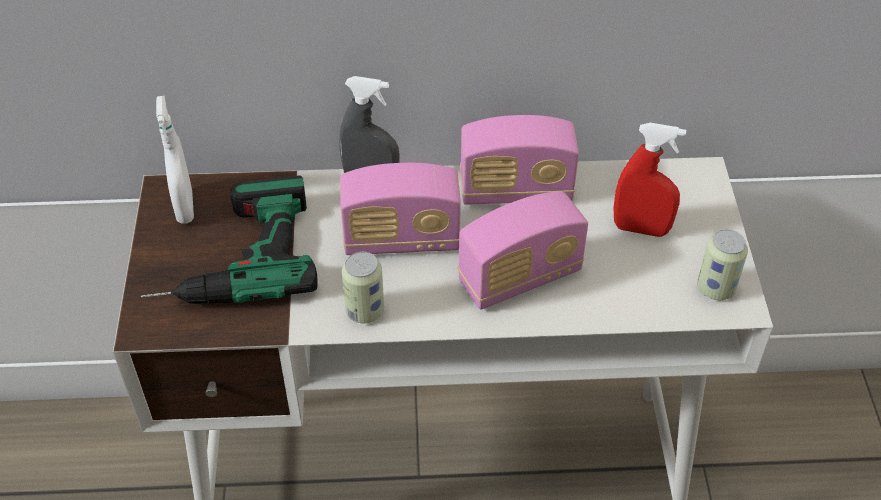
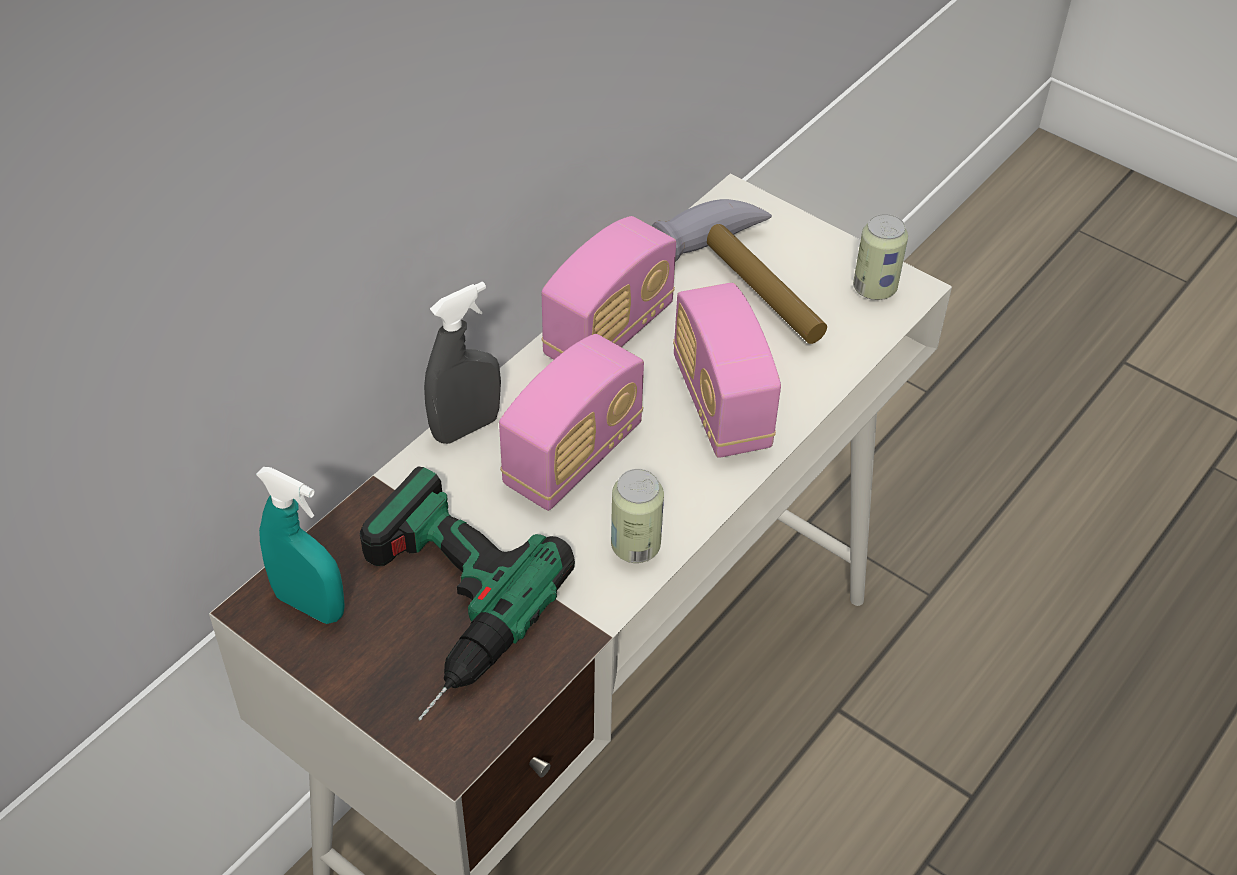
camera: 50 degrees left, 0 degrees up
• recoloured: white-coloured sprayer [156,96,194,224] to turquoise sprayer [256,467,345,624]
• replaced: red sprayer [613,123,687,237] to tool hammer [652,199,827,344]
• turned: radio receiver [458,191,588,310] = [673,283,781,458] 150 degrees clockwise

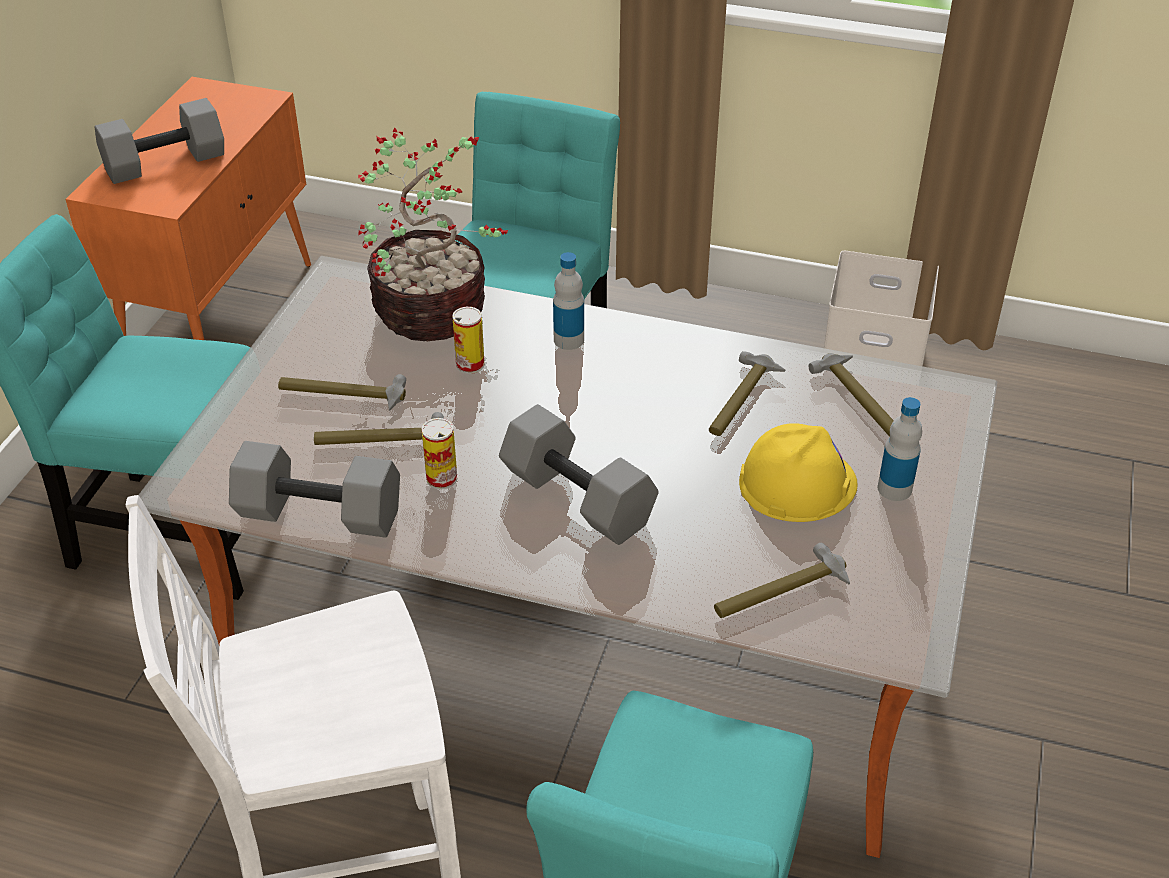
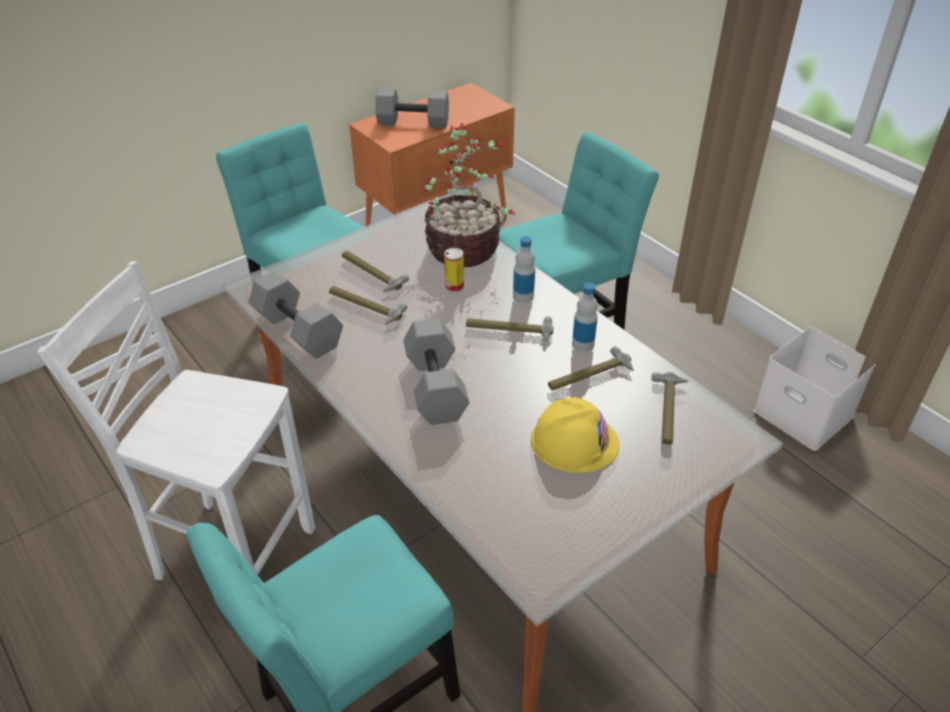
camera: 35 degrees right, 0 degrees up
• moved: tool hammer [714,543,850,618] to [466,316,554,341]
• moved: bottle [878,397,922,501] to [572,283,598,352]
• removed: can [421,418,457,490]

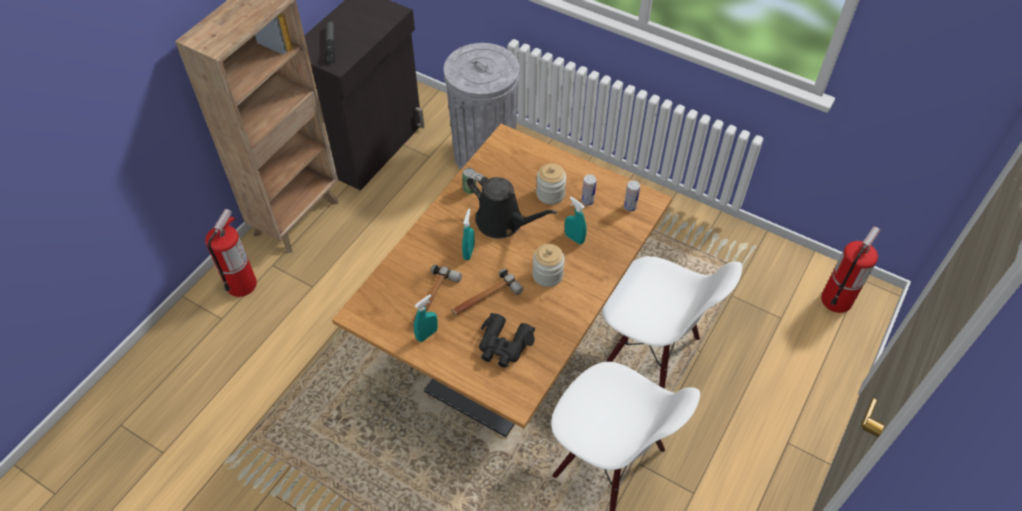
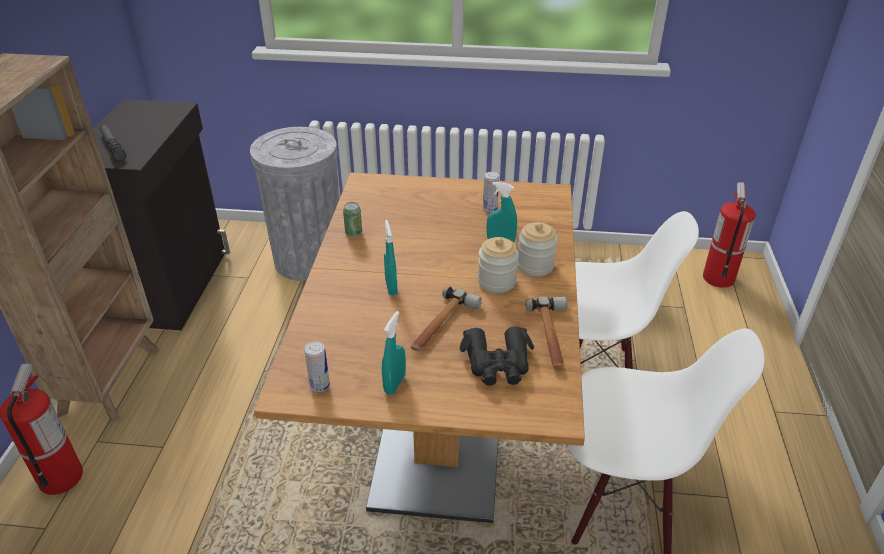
camera: 25 degrees left, 15 degrees down
• moved: can [624,180,640,211] to [304,341,330,392]
• moved: jar [536,163,566,205] to [517,222,558,277]
• moved: tool hammer [411,265,462,326] to [525,297,568,368]
• removed: black watering can [467,172,557,238]

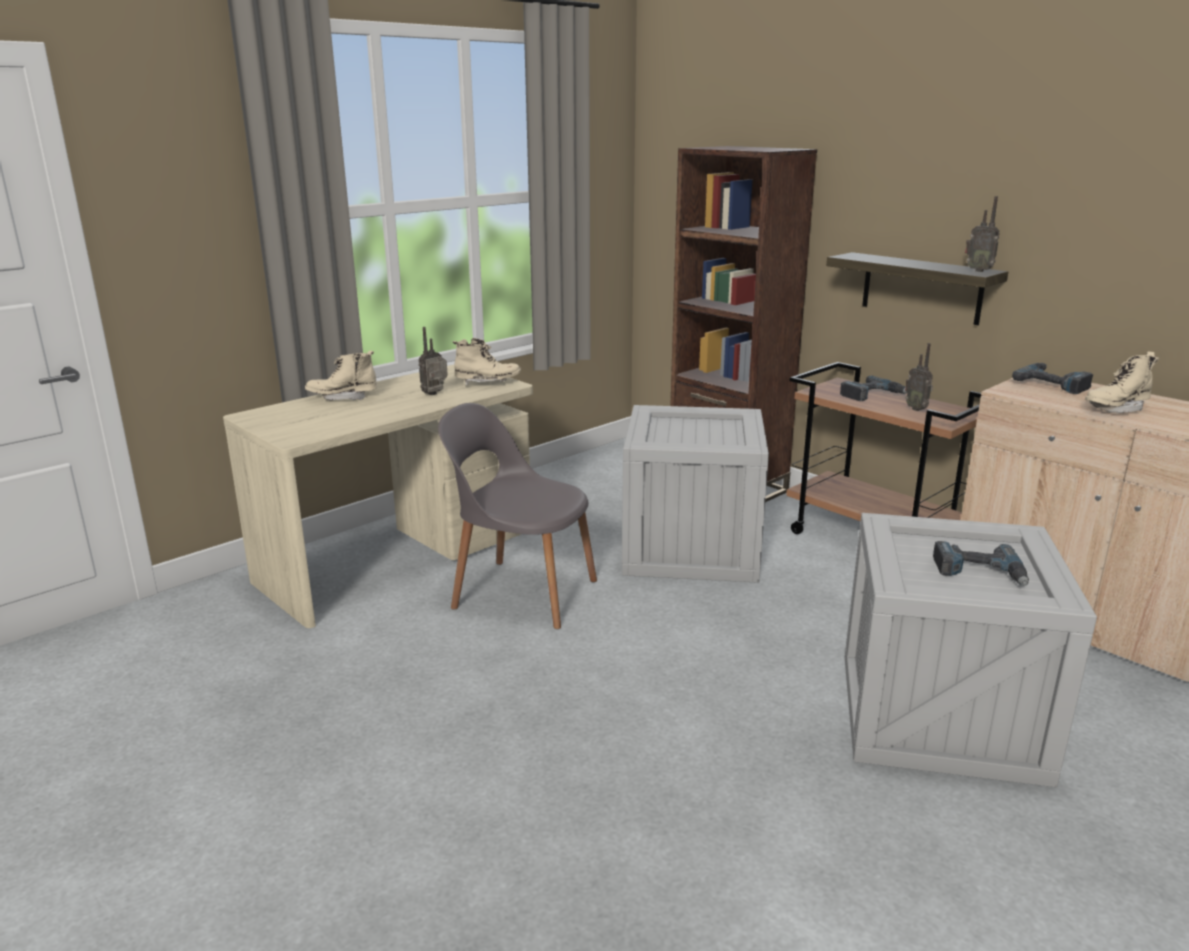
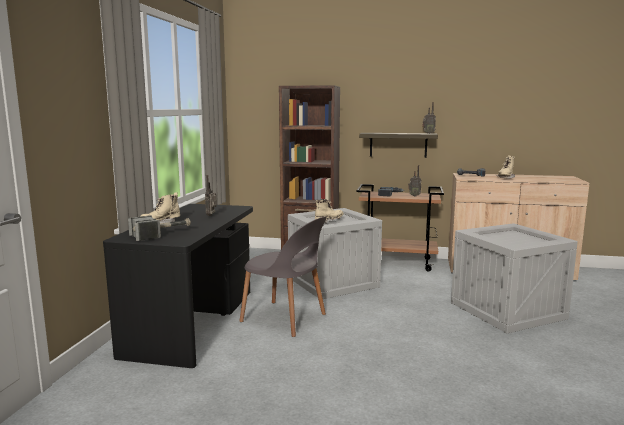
camera: 35 degrees left, 10 degrees down
• recoloured: sand-coloured desk [223,364,533,628] to black desk [103,204,253,368]
• added: tool hammer [128,215,191,241]
• turned: gray plain chair [438,403,597,629] = [239,217,327,337] 135 degrees counterclockwise
• moved: sand-coloured tall boot [453,338,521,386] to [315,199,343,223]
• removed: power drill [933,541,1029,586]

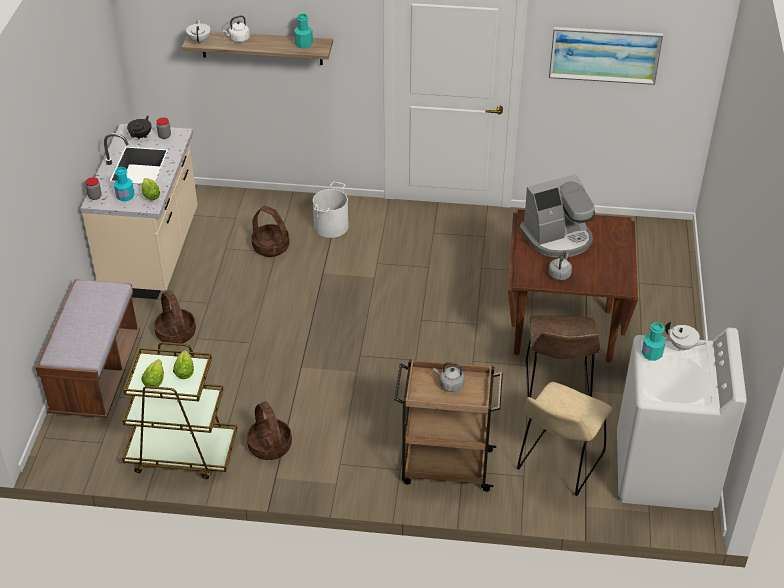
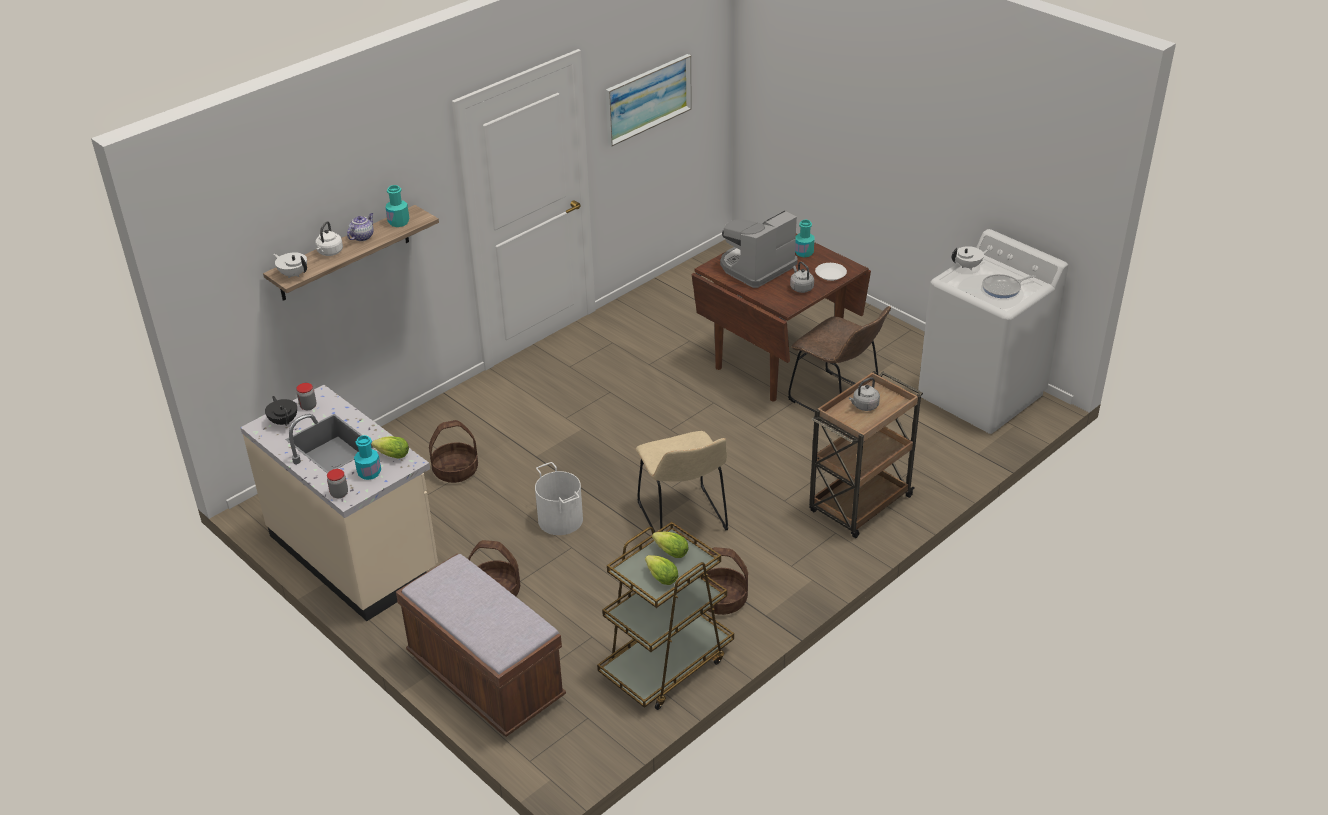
camera: 50 degrees left, 5 degrees down
• added: tea pot [347,213,374,241]
• moved: white-coloured pail [313,181,348,238] to [535,462,583,535]
• moved: sand-coloured plain chair [517,382,612,496] to [636,431,728,532]
• turned: coffee maker [519,174,596,258] = [720,210,798,288] 150 degrees counterclockwise
• moved: turquoise bottle [642,322,666,361] to [795,220,815,257]
• added: white-coloured flat dish [815,263,847,281]
• added: frying pan [982,274,1036,298]

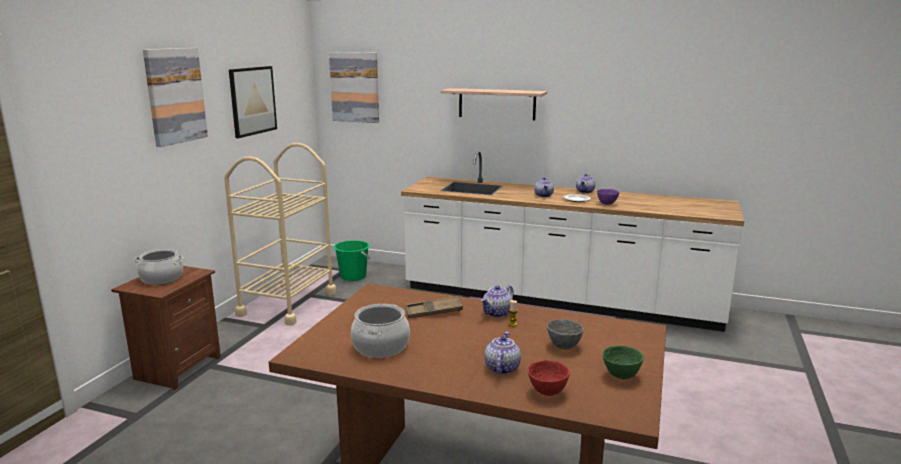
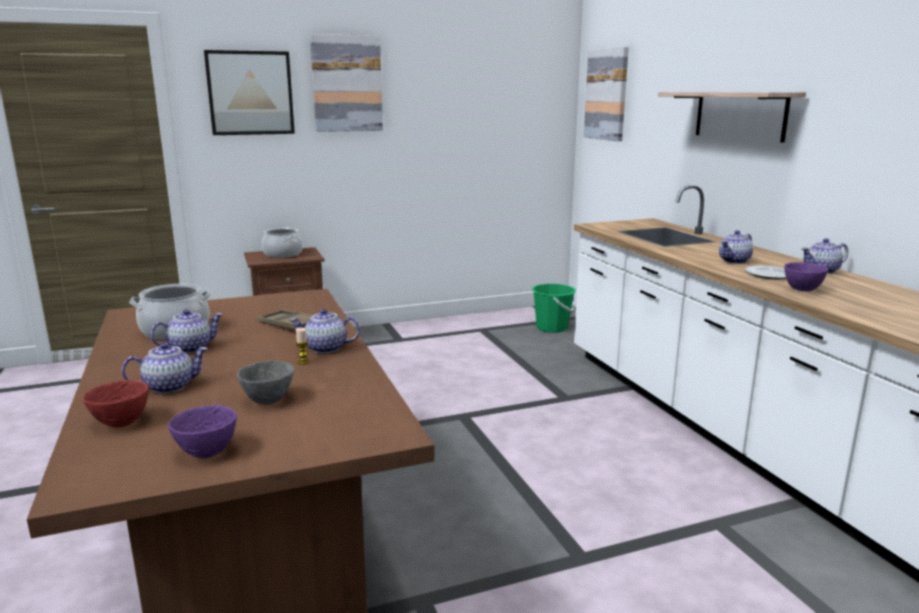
camera: 50 degrees right, 0 degrees up
• added: tea pot [151,309,223,354]
• recoloured: green-coloured deep dish [603,346,644,379] to purple-coloured deep dish [168,405,237,458]
• moved: wall picture [229,66,277,138] to [204,50,295,135]
• removed: sand-coloured cart [224,143,336,325]

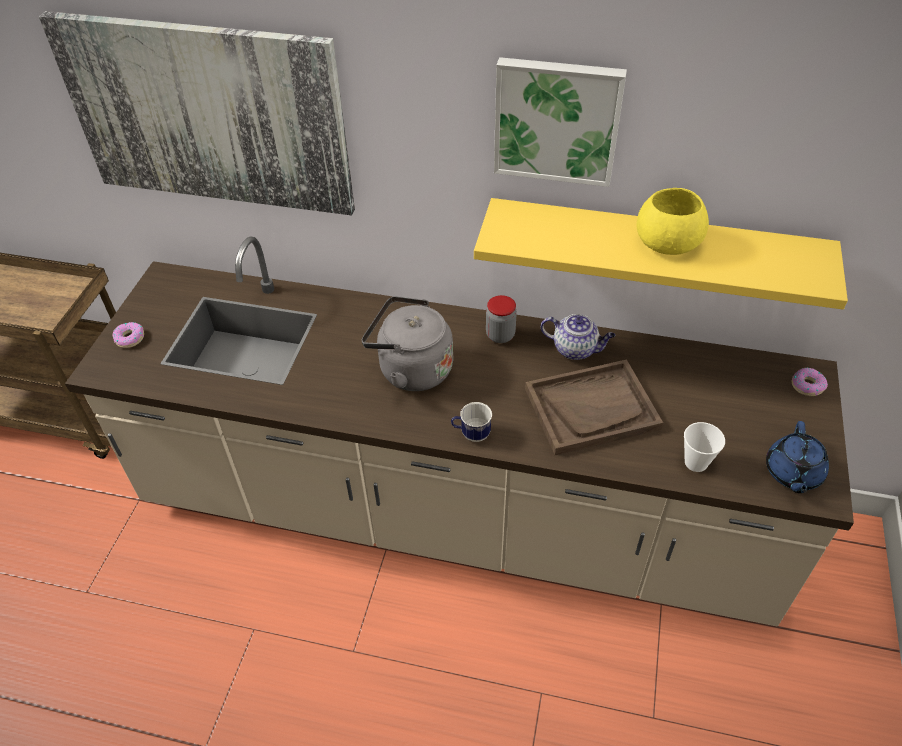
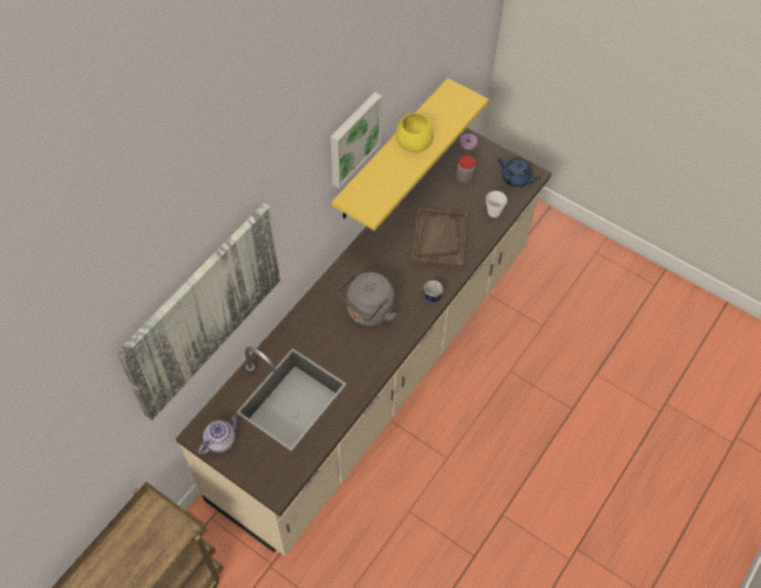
camera: 70 degrees left, 10 degrees up
• moved: tea pot [541,314,615,360] to [198,414,238,455]
• moved: jar [486,295,517,343] to [456,155,476,184]
• removed: donut [113,322,144,348]

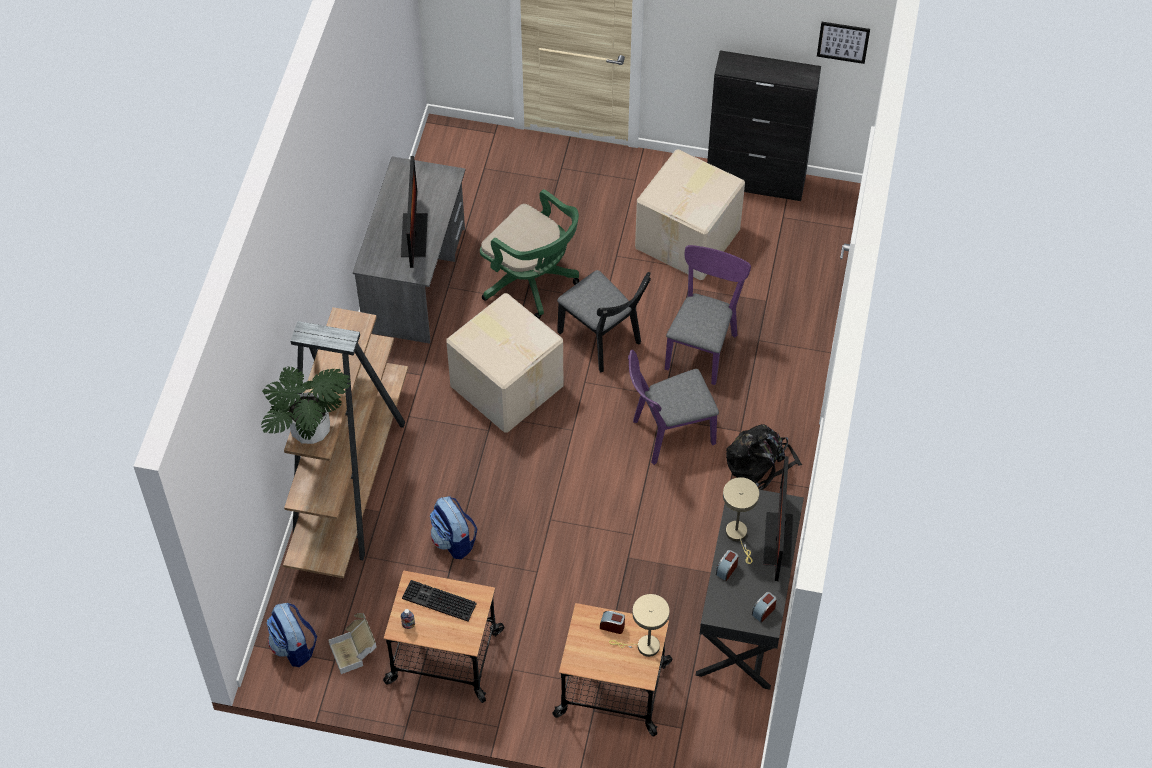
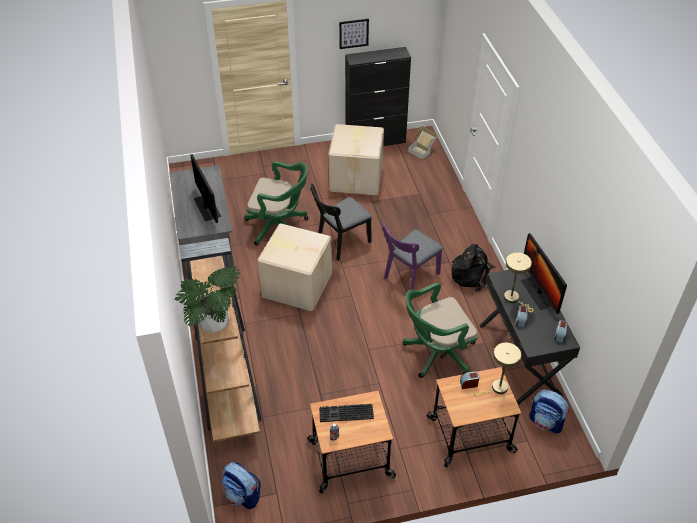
camera: 25 degrees left, 10 degrees down
• turned: black plain chair [557,270,651,372] = [310,184,372,261] 120 degrees clockwise
• moved: wall picture [817,22,870,64] to [339,19,369,49]
• added: green-coloured office chair [403,282,478,378]
• moved: carton [328,613,376,674] to [408,126,437,160]
• moved: backpack [430,496,478,559] to [529,389,570,434]
• removed: purple-coloured plain chair [665,245,751,385]

